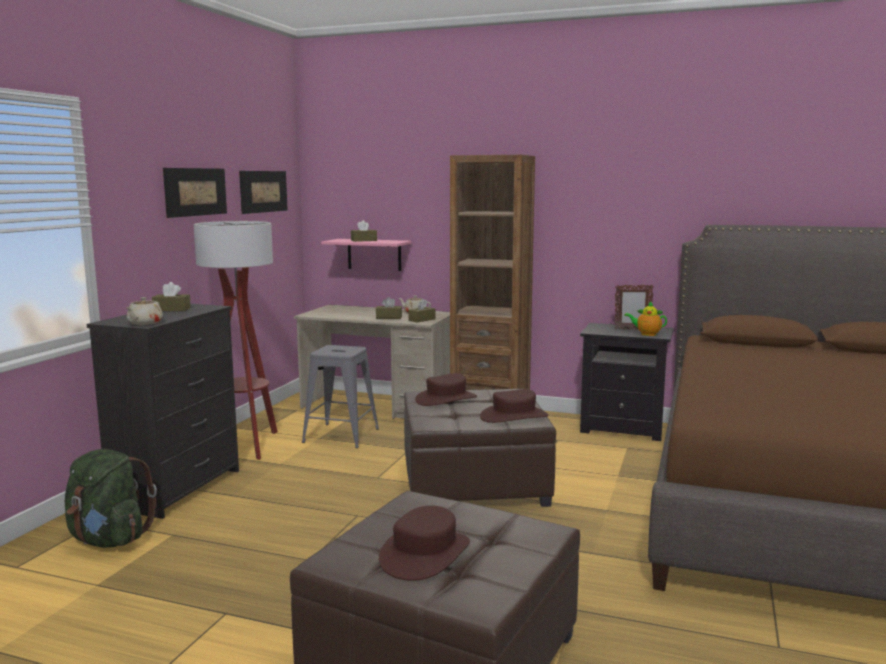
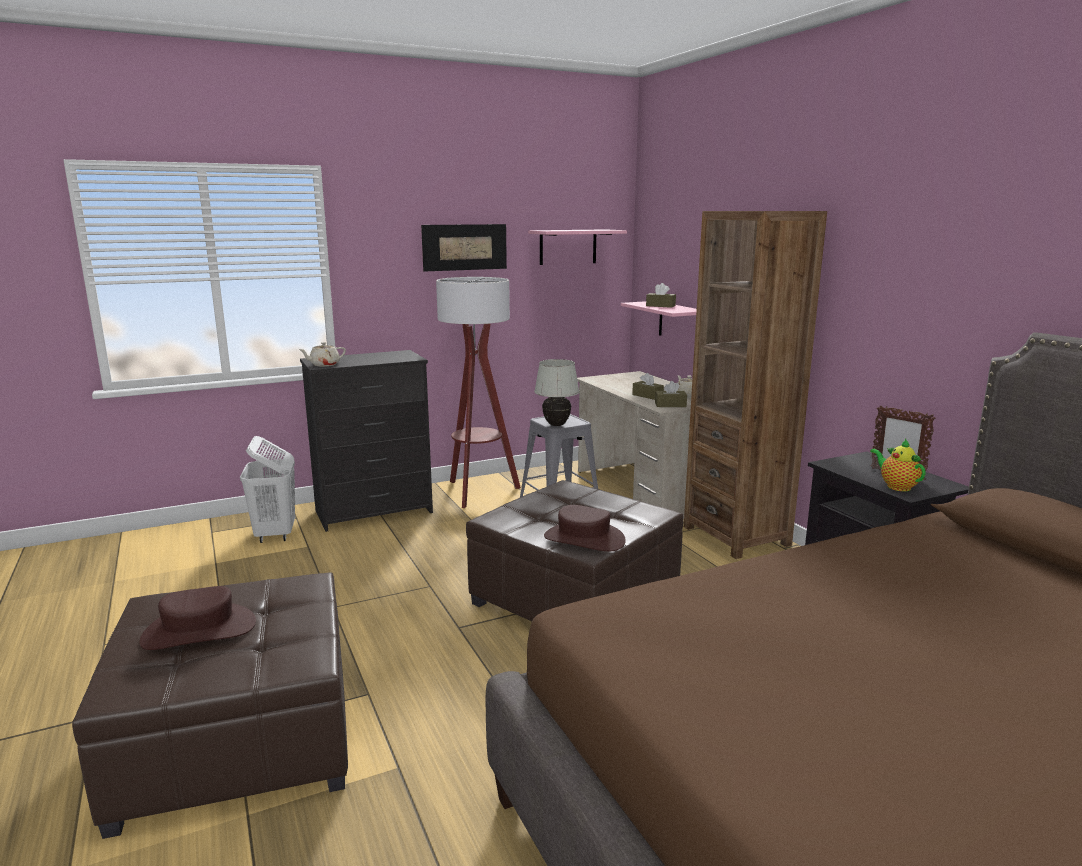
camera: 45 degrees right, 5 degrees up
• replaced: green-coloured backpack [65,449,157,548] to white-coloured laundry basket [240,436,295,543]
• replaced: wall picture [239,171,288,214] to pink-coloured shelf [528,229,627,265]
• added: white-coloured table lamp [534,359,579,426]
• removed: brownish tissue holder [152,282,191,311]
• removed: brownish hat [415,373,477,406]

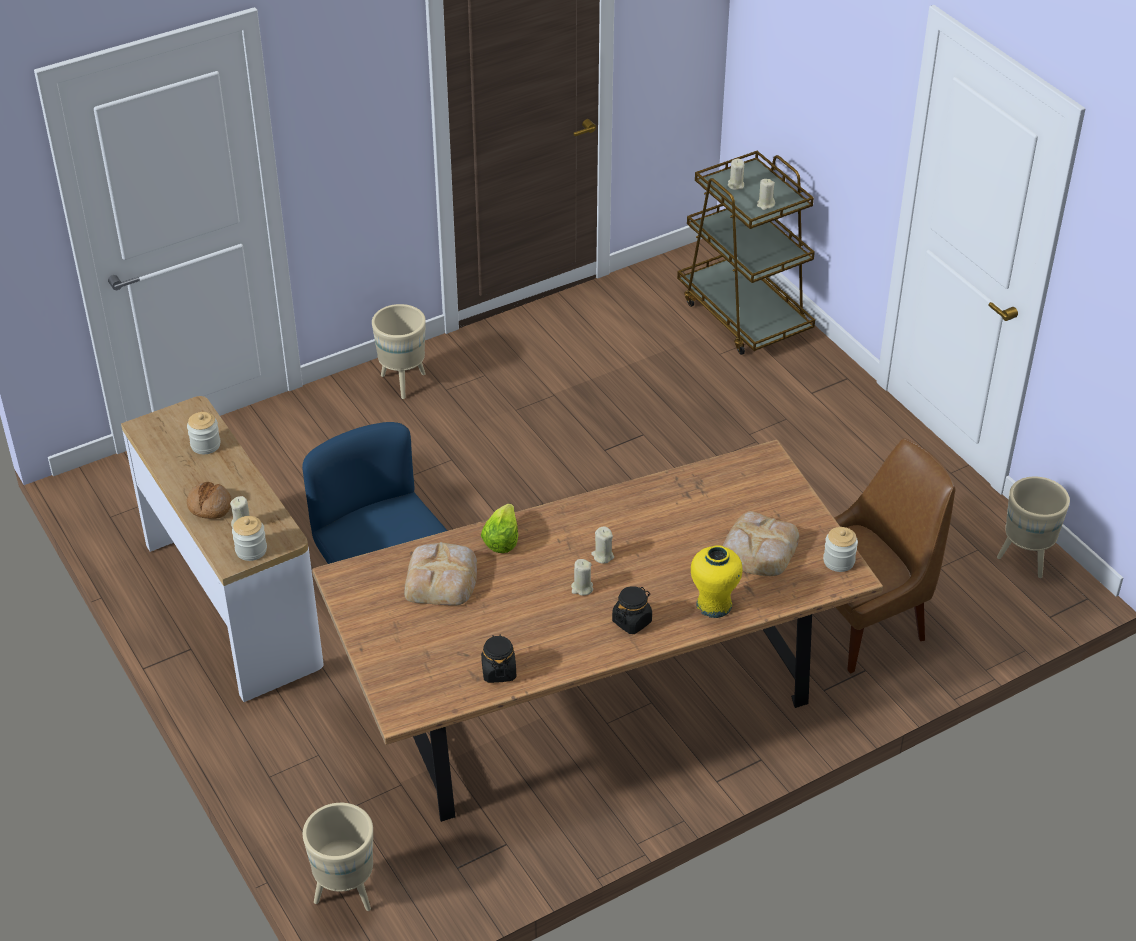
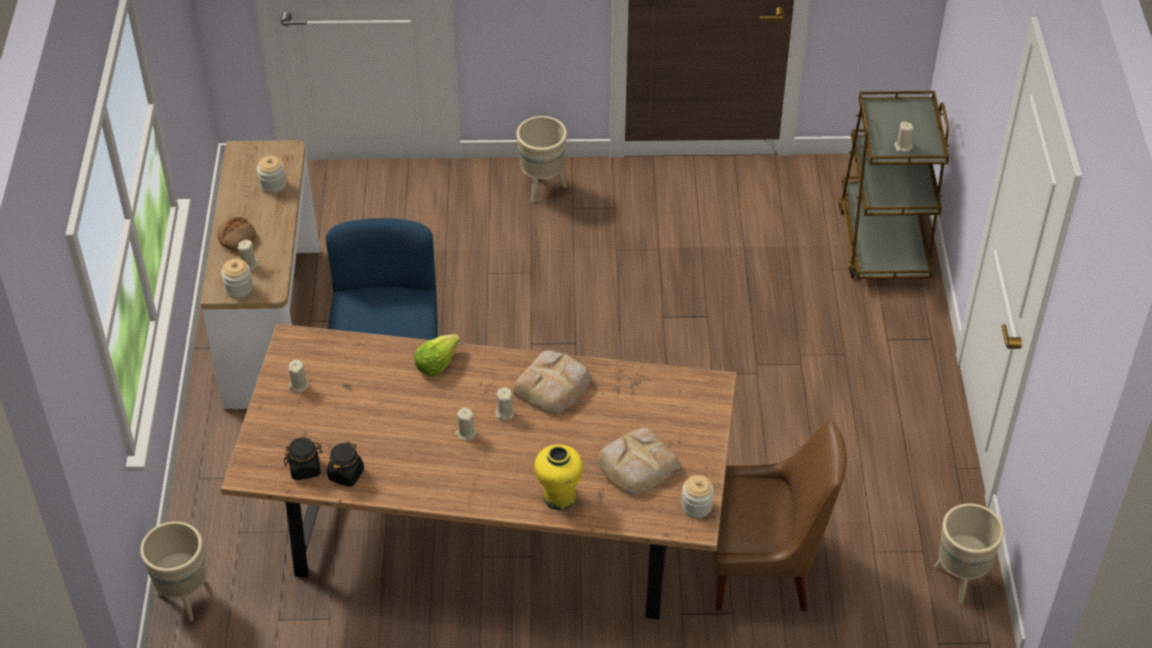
camera: 30 degrees right, 5 degrees up
• moved: black jar [612,586,652,634] to [284,437,323,480]
• moved: sand-coloured candle [728,159,744,190] to [289,360,309,393]
• moved: bread [404,542,477,606] to [513,350,591,415]

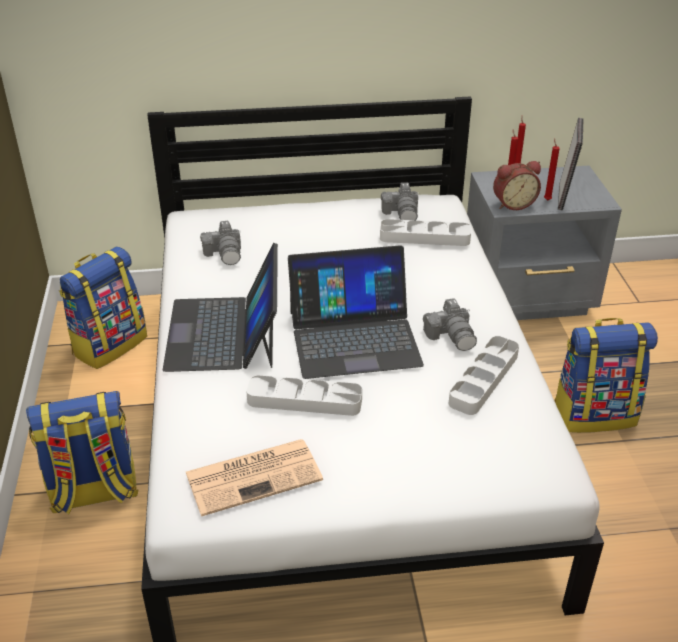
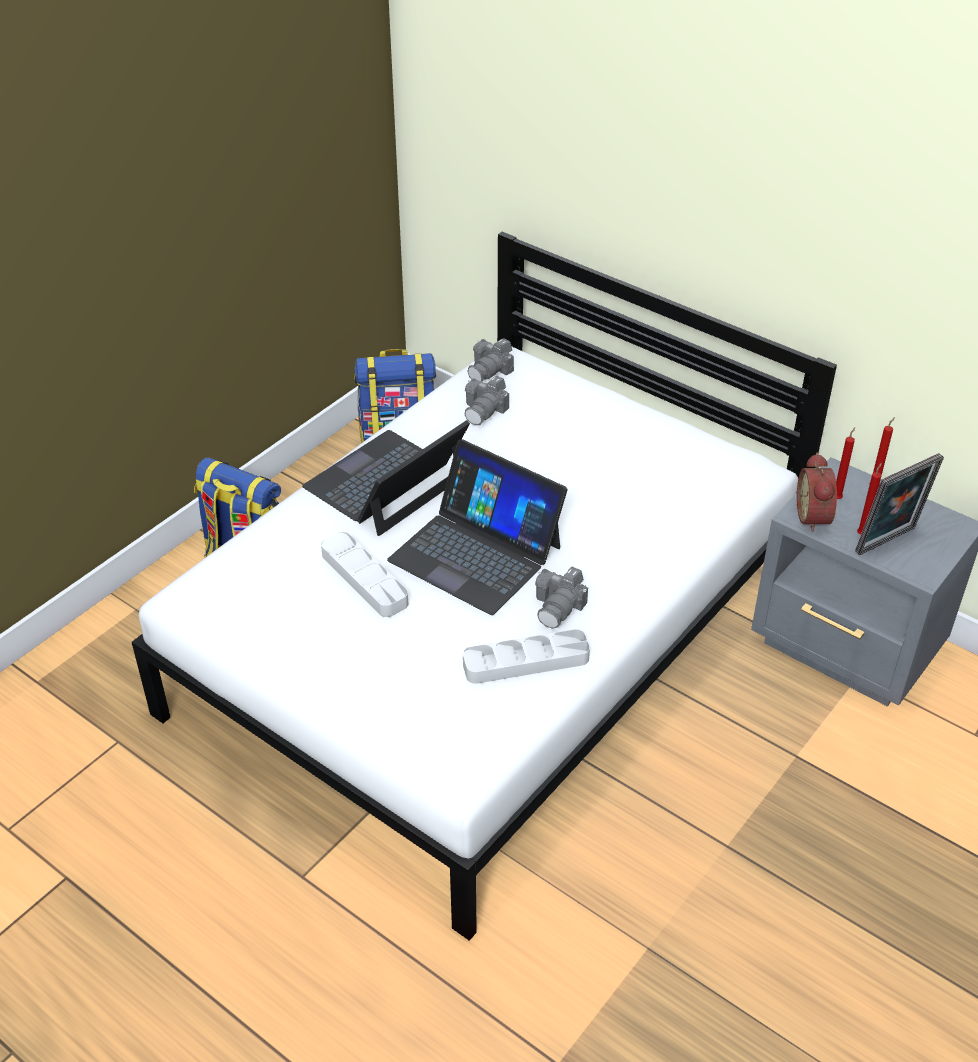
camera: 45 degrees right, 5 degrees up
• moved: still camera [381,183,419,220] to [467,338,514,382]
• turned: table clock [493,161,541,210] = [797,453,837,532] 60 degrees clockwise
• removed: newspaper [186,439,323,516]
• removed: gray serving tray [380,219,471,246]
• removed: backpack [554,318,658,433]

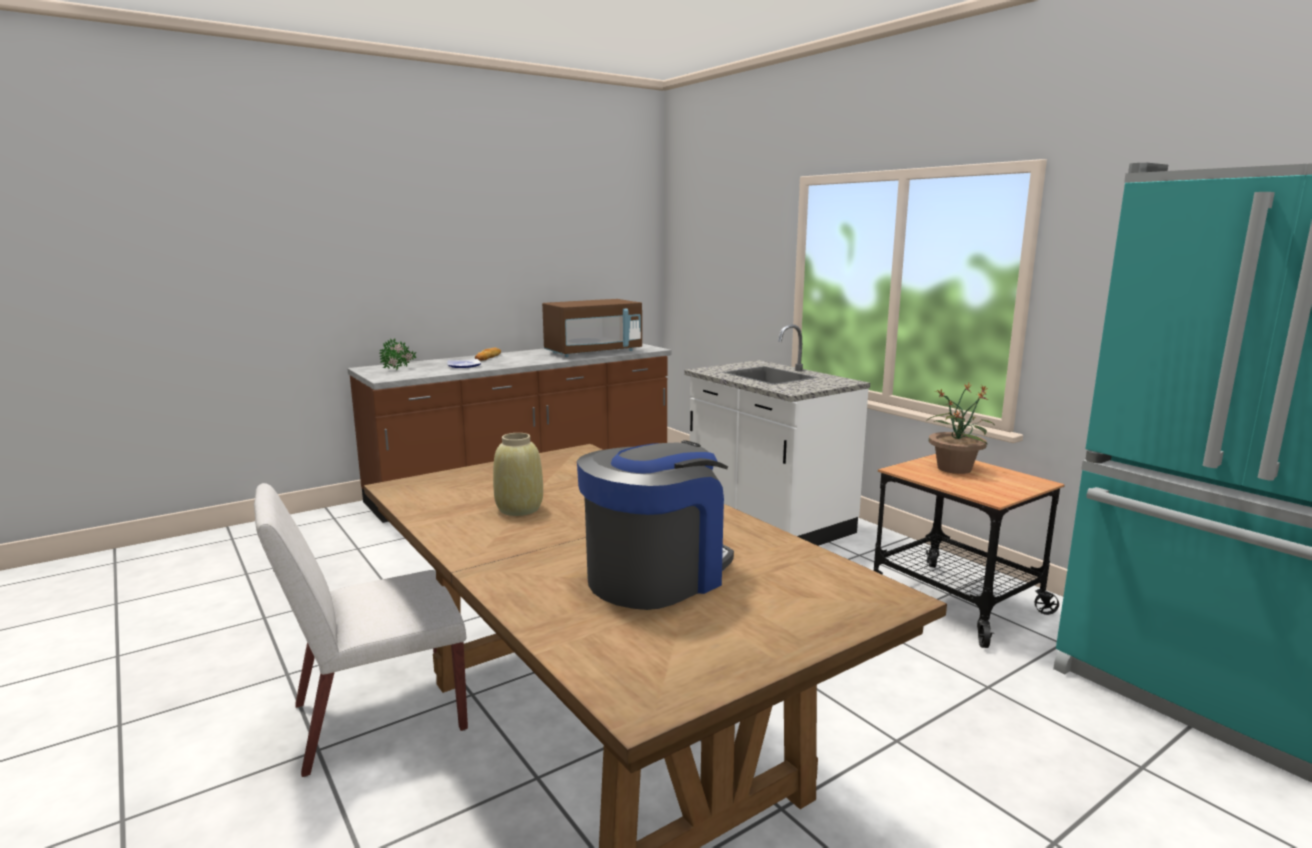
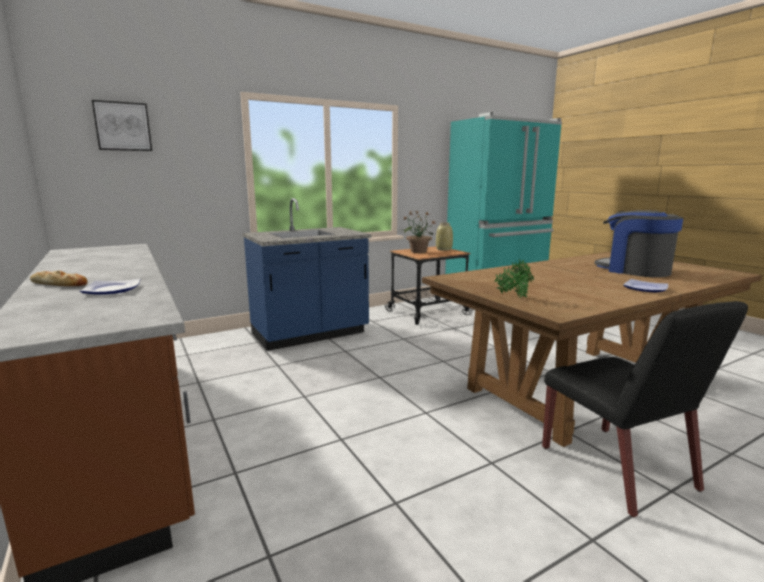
camera: 85 degrees left, 0 degrees up
• added: wall picture [92,100,152,151]
• recoloured: white-coloured kitchen base unit [684,324,870,546] to blue-coloured kitchen base unit [242,198,371,351]
• moved: sand-coloured flower vase [493,433,543,516] to [436,223,453,251]
• moved: plant in a pot [379,338,416,370] to [494,259,534,298]
• recoloured: white-coloured plain chair [254,483,468,777] to black plain chair [542,301,748,517]
• added: flat dish [623,279,668,292]
• removed: brownish microwave [542,299,642,357]

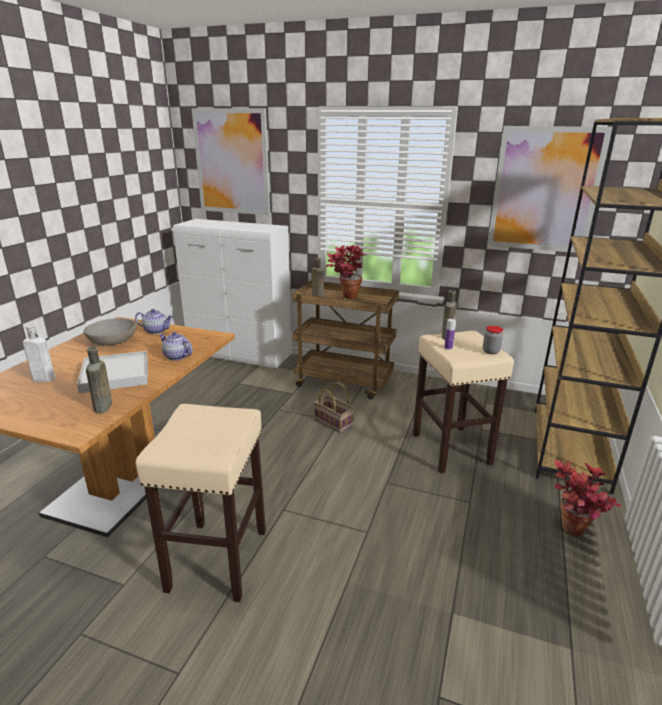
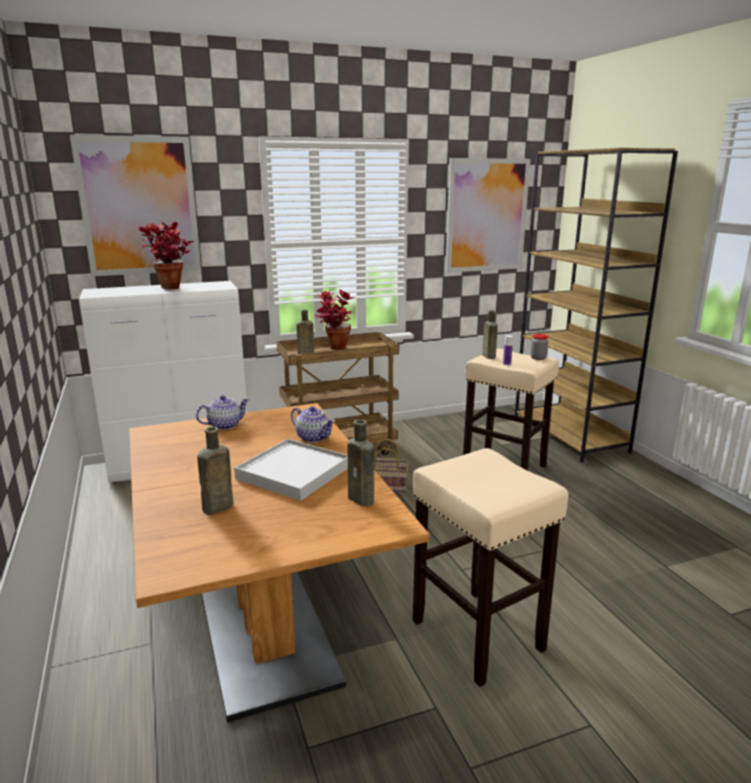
camera: 40 degrees left, 5 degrees down
• moved: plant in a pot [554,459,622,536] to [137,221,194,289]
• recoloured: white-coloured bottle [23,323,55,382] to brownish bottle [197,427,233,514]
• turned: tea pot [159,332,193,361] = [291,406,335,442] 135 degrees counterclockwise
• removed: gray deep dish [83,318,136,346]

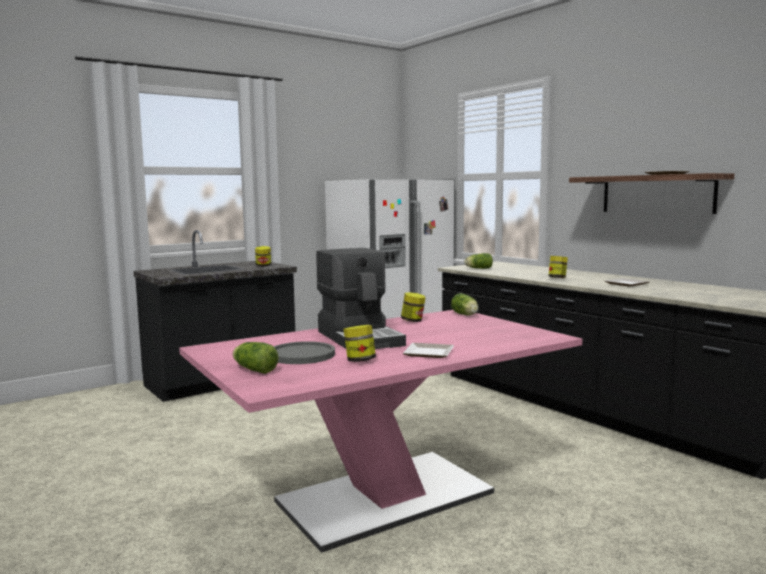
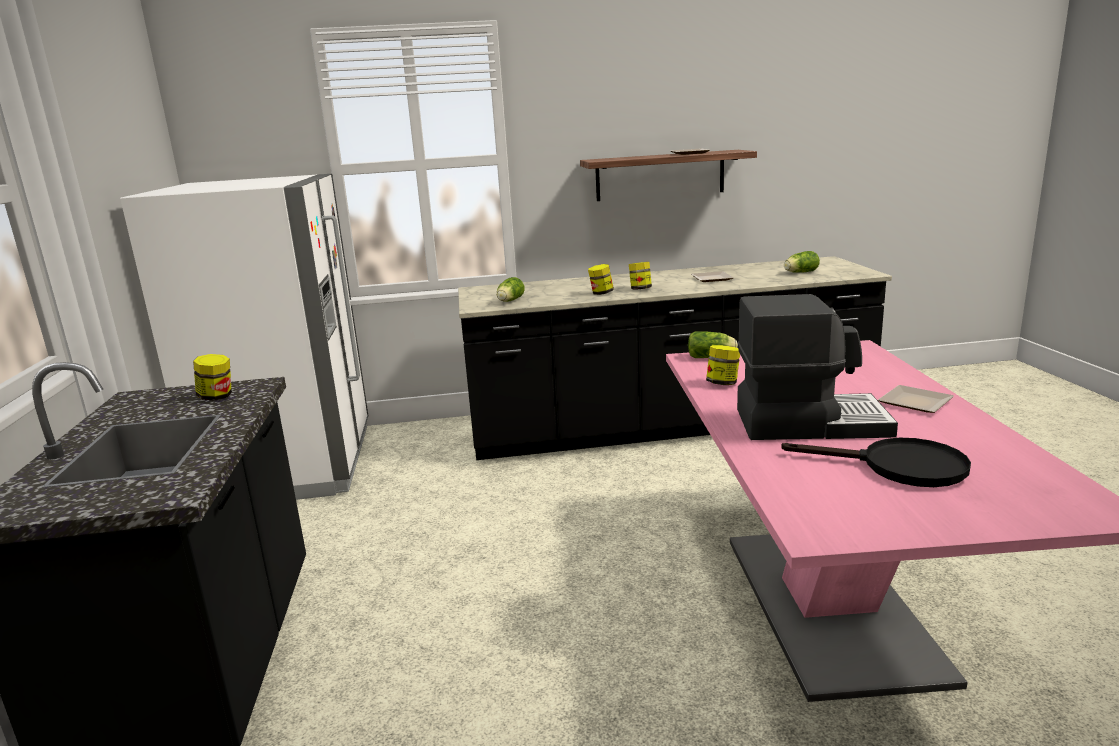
camera: 60 degrees left, 10 degrees up
• moved: jar [344,325,376,362] to [588,264,614,295]
• replaced: gray flat dish [274,341,335,364] to black frying pan [781,438,971,487]
• moved: head of lettuce [233,342,279,374] to [784,251,820,273]

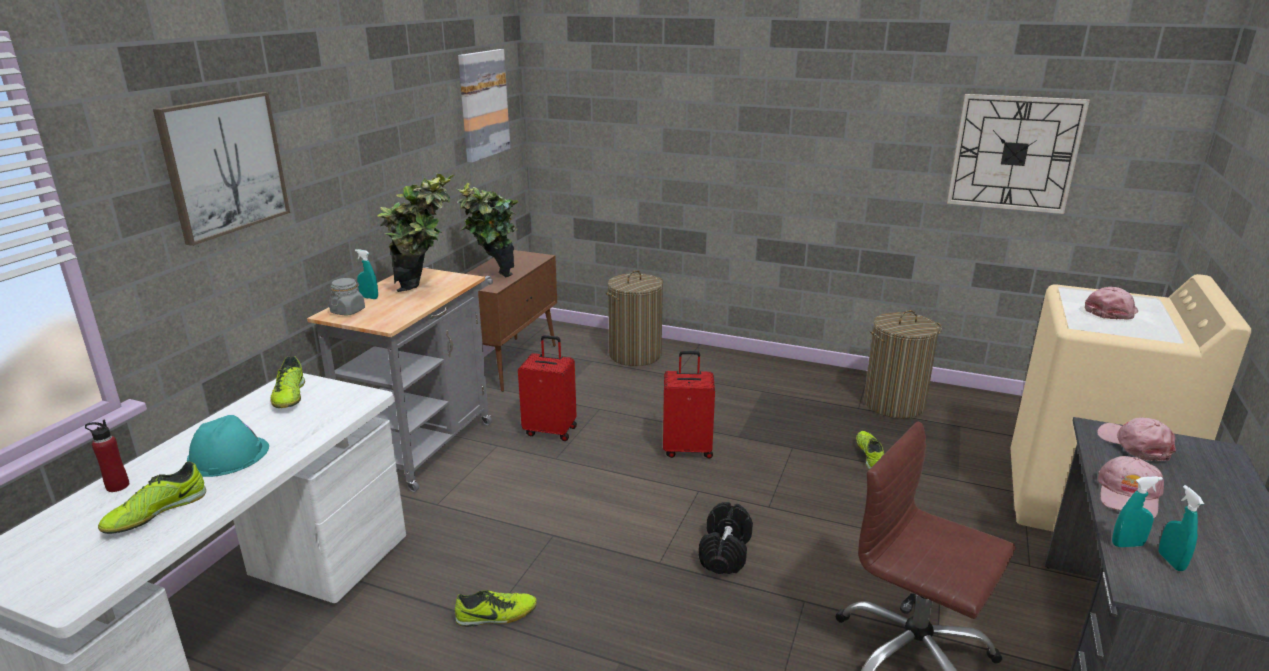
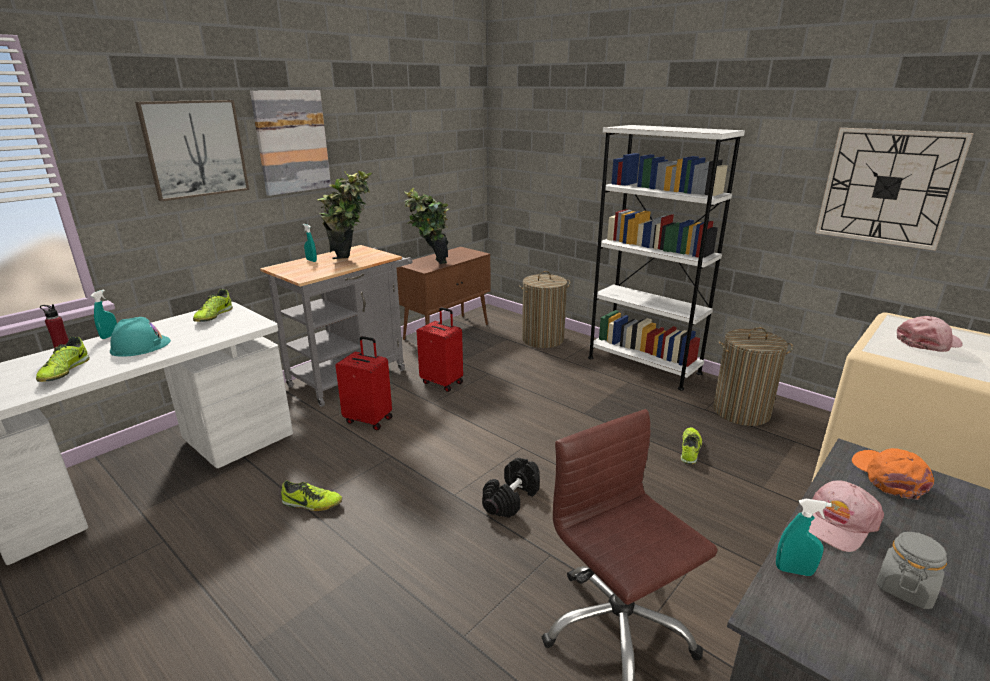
camera: 20 degrees right, 0 degrees up
• turned: shoe [98,462,206,534] = [36,337,90,382] 60 degrees counterclockwise
• moved: turquoise sprayer [1159,485,1204,571] to [91,289,117,339]
• moved: wall picture [458,49,510,163] to [250,90,331,196]
• moved: red suitcase [663,351,715,459] to [335,336,392,430]
• added: white-coloured bookcase [588,125,745,391]
• recoloured: pink-coloured baseball cap [1097,417,1176,461] to orange baseball cap [852,448,934,500]
• moved: gray jar [329,278,365,316] to [876,532,947,609]

